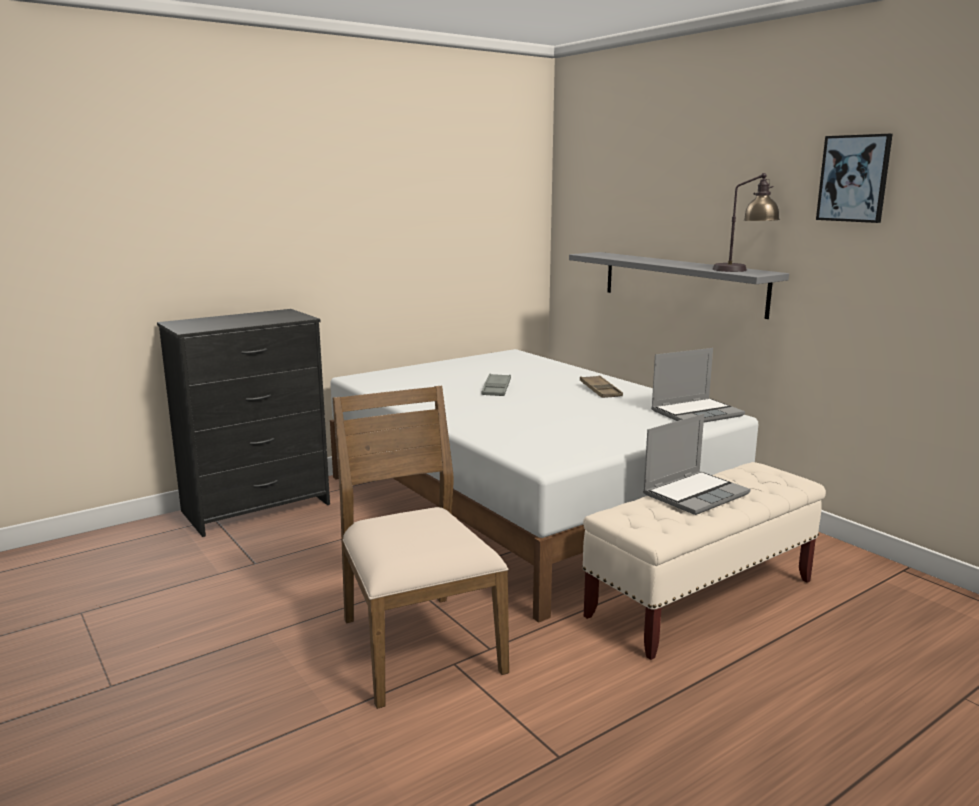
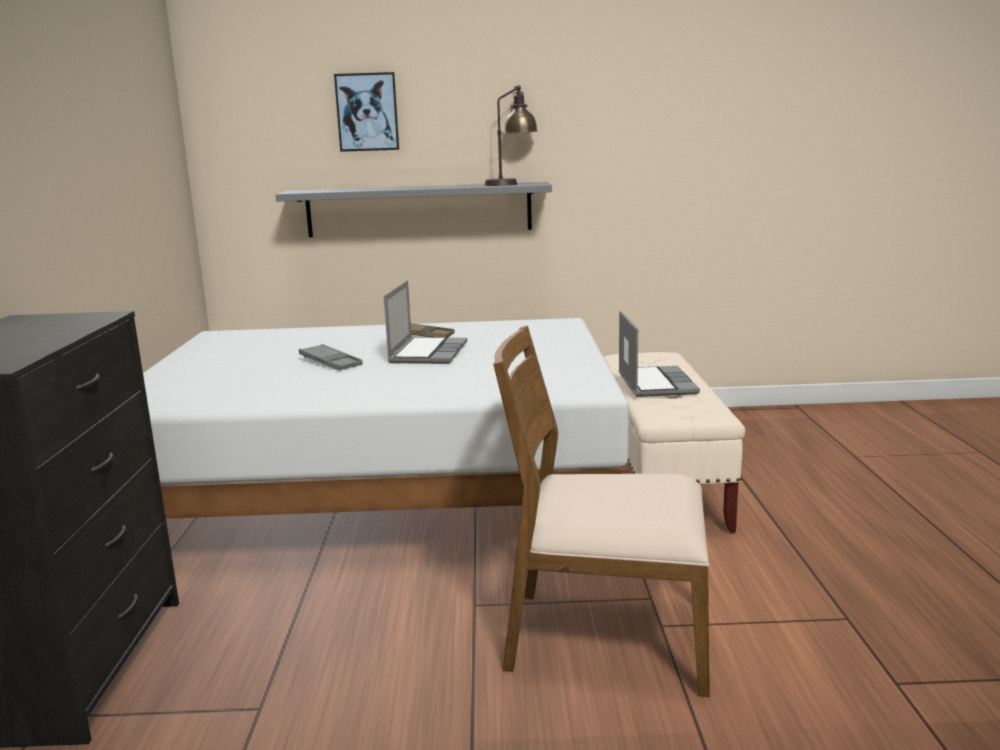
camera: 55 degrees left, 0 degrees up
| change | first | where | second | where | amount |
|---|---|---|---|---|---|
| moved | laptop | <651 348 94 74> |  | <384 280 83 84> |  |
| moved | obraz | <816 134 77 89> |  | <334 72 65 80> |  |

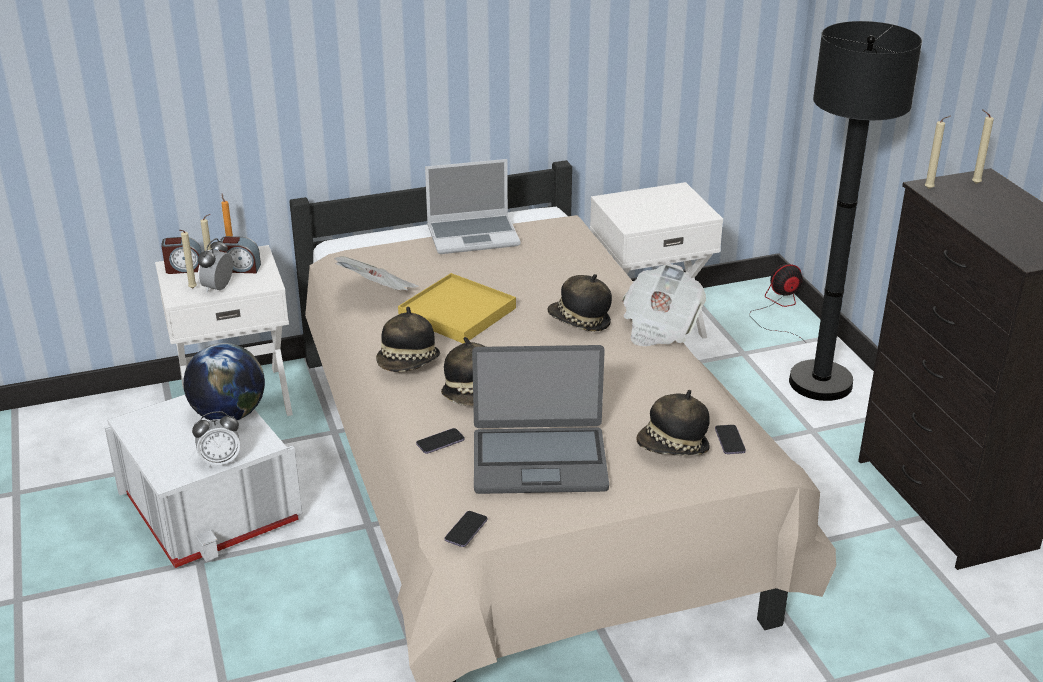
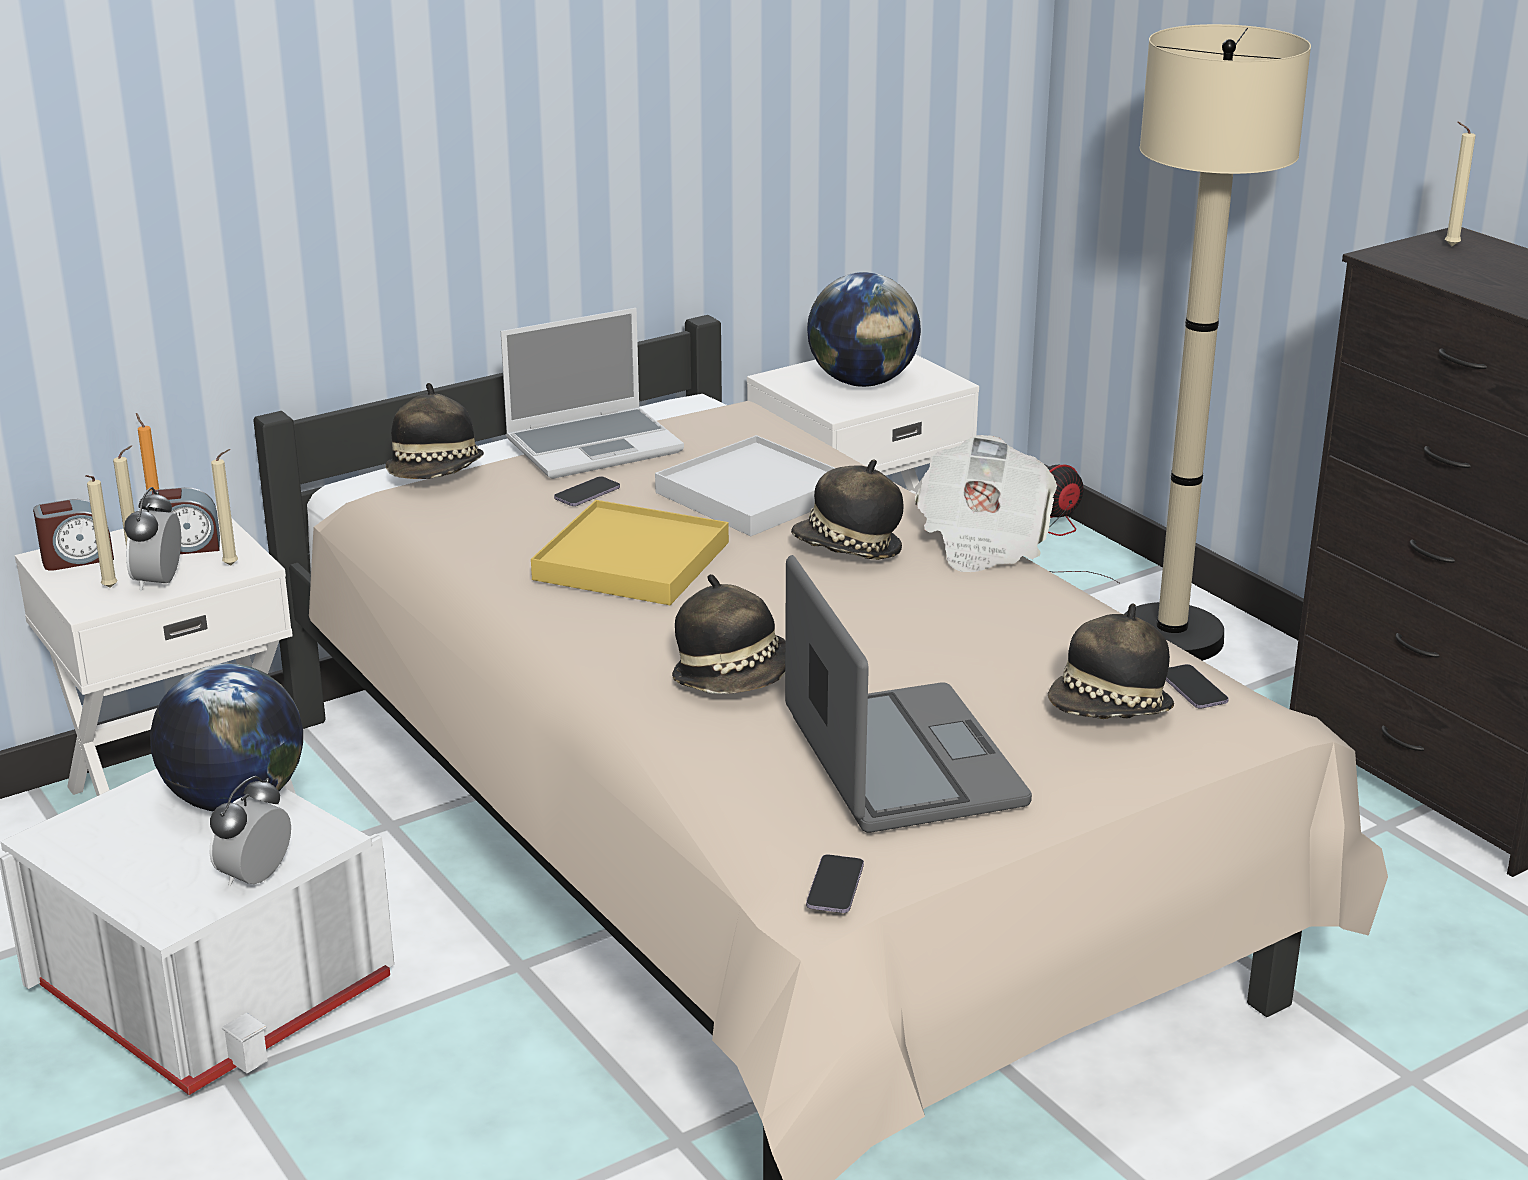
camera: 15 degrees left, 5 degrees down
| change | first | where | second | where | amount |
|---|---|---|---|---|---|
| removed | gazeta | <334 256 85 35> |  |  |  |
| added |  |  | taca [biały] | <655 435 180 101> |  |
| added |  |  | globus | <807 272 114 115> |  |
| moved | kapelusz | <376 307 64 65> |  | <386 383 98 96> |  |
| moved | telefon | <416 428 49 26> |  | <554 476 66 30> |  |
| moved | świeca [beżowy] | <925 116 25 73> |  | <211 449 27 116> |  |
| recoloured | lampa stojąca [czarny] | <789 21 133 380> | lampa stojąca [beżowy] | <1125 24 186 637> |  |
| turned | budzik | <192 411 48 57> |  | <210 776 81 110> | 150 degrees clockwise |
| turned | laptop | <472 345 137 149> |  | <785 555 247 278> | 90 degrees counterclockwise |

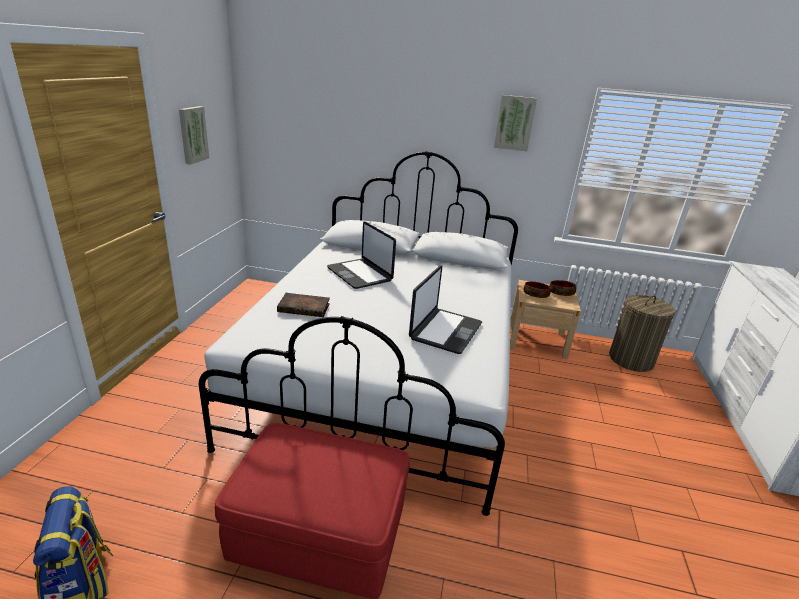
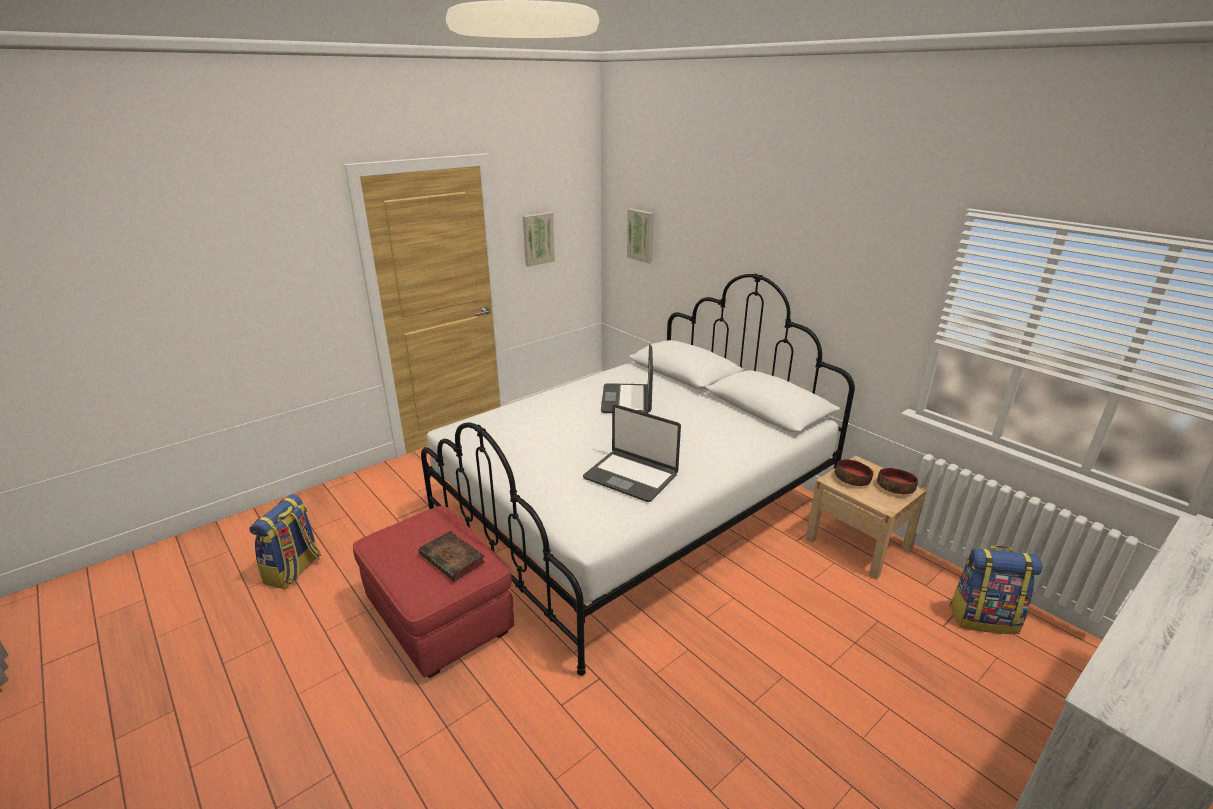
camera: 40 degrees right, 0 degrees up
| change | first | where | second | where | amount |
|---|---|---|---|---|---|
| moved | książka | <277 293 53 24> |  | <419 531 66 50> |  |
| moved | obraz | <494 95 43 56> |  | <627 209 27 54> |  |
| replaced | kosz na pranie | <609 295 66 77> | plecak | <950 545 92 89> |  |
| turned | laptop | <409 265 73 89> |  | <583 405 98 97> | 60 degrees clockwise |

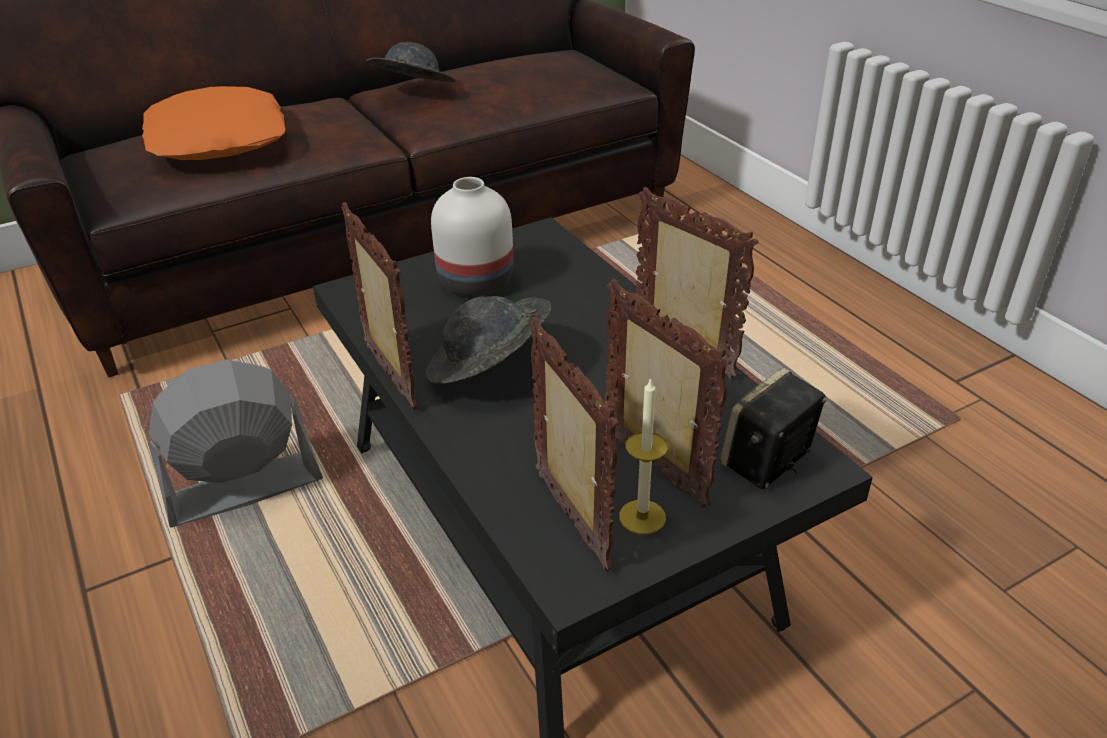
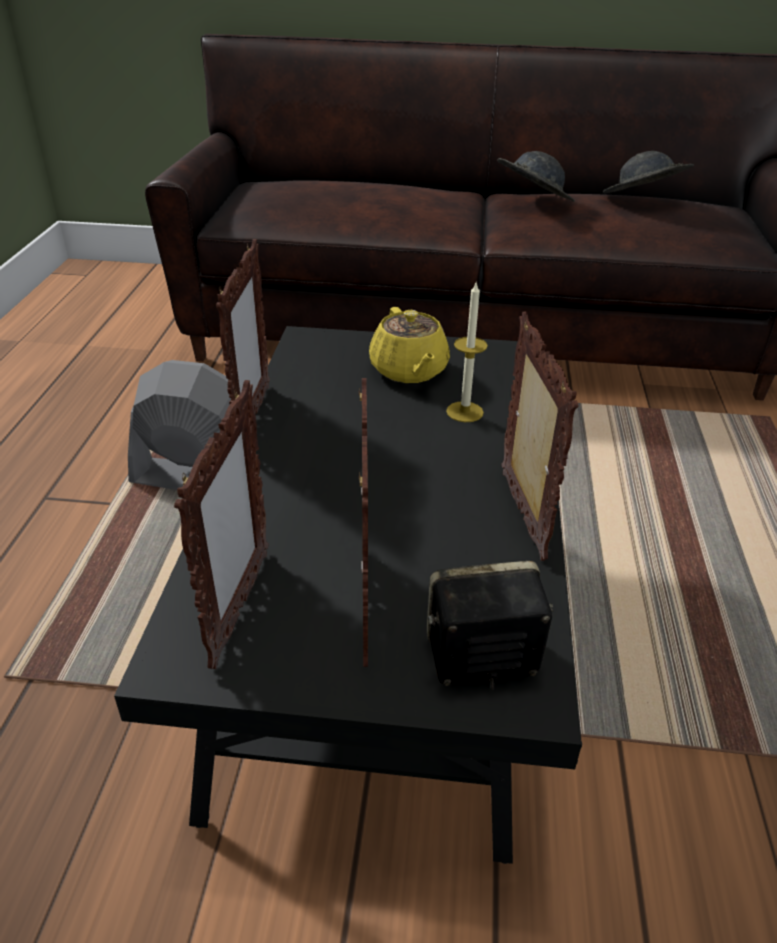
camera: 35 degrees right, 0 degrees up
| change | first | where | second | where | amount |
|---|---|---|---|---|---|
| removed | poduszka [pomarańczowy] | <142 86 143 74> |  |  |  |
| moved | kapelusz [szary] | <426 296 126 88> |  | <603 151 91 42> |  |
| moved | świeca | <619 377 49 158> |  | <446 281 42 141> |  |
| replaced | wazon [biały] | <431 177 82 120> | imbryk [żółty] | <369 307 81 76> |  |

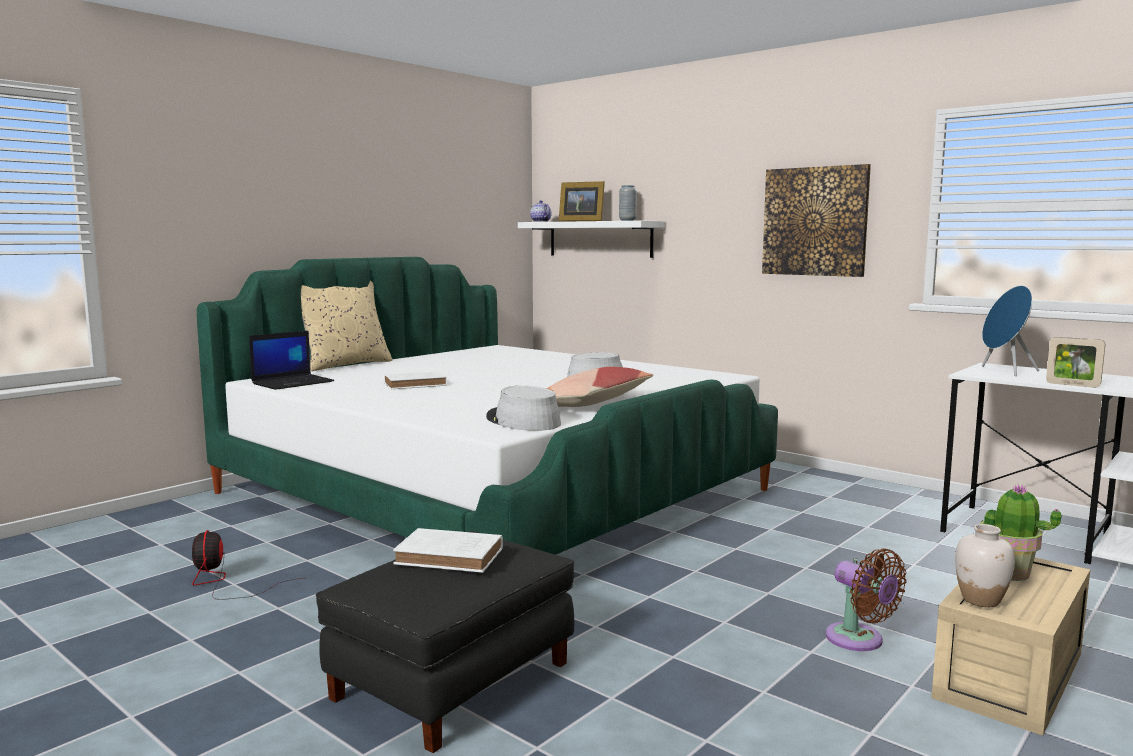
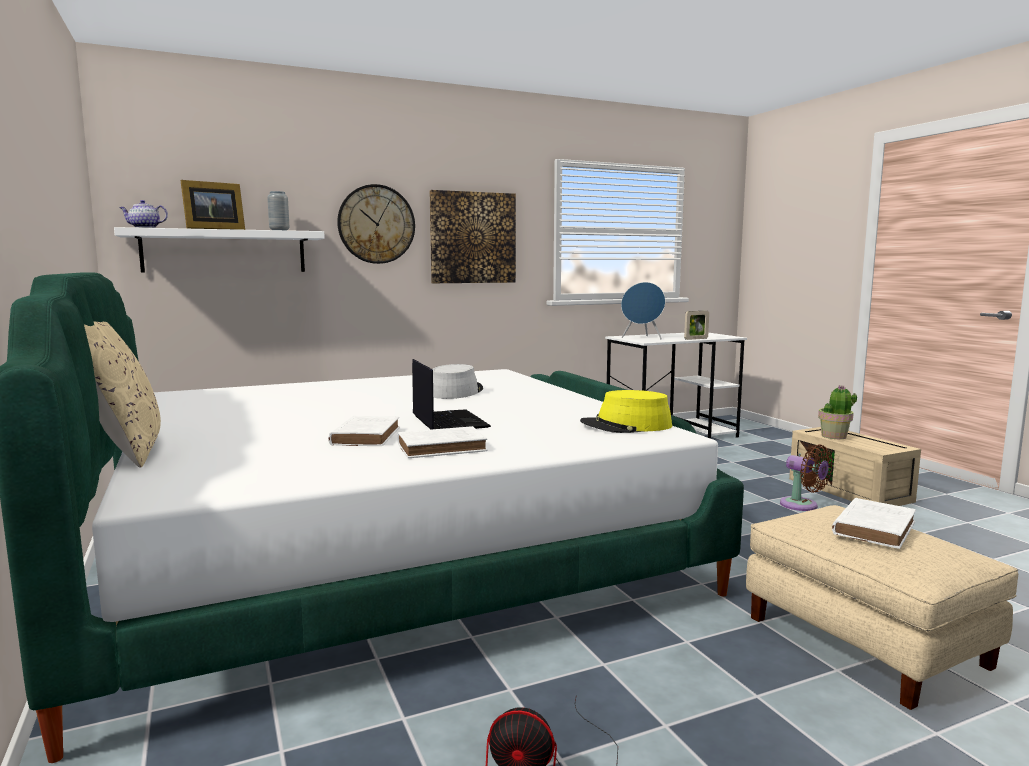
camera: 65 degrees left, 0 degrees up
| change | first | where | second | where | amount |
|---|---|---|---|---|---|
| removed | poduszka | <547 367 106 40> |  |  |  |
| removed | wazon [biały] | <955 524 60 83> |  |  |  |
| added |  |  | zegar ścienny | <337 184 78 80> |  |
| added |  |  | książka [biały] | <398 426 89 32> |  |
| moved | laptop | <249 331 85 59> |  | <412 359 79 71> |  |
| recoloured | pufa [czarny] | <316 531 258 222> | pufa [beżowy] | <746 505 272 205> |  |
| recoloured | kapelusz [szary] | <486 386 75 45> | kapelusz [żółty] | <580 390 92 43> |  |
| turned | wentylator [brązowy] | <825 548 81 103> |  | <780 444 53 67> | 60 degrees clockwise |

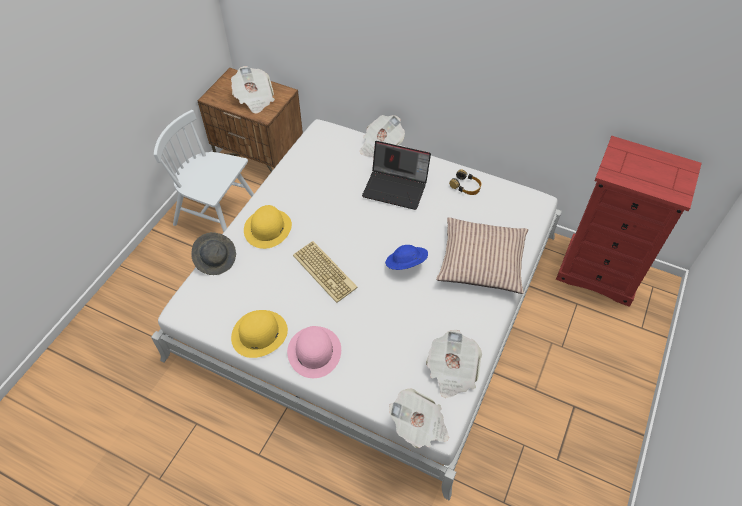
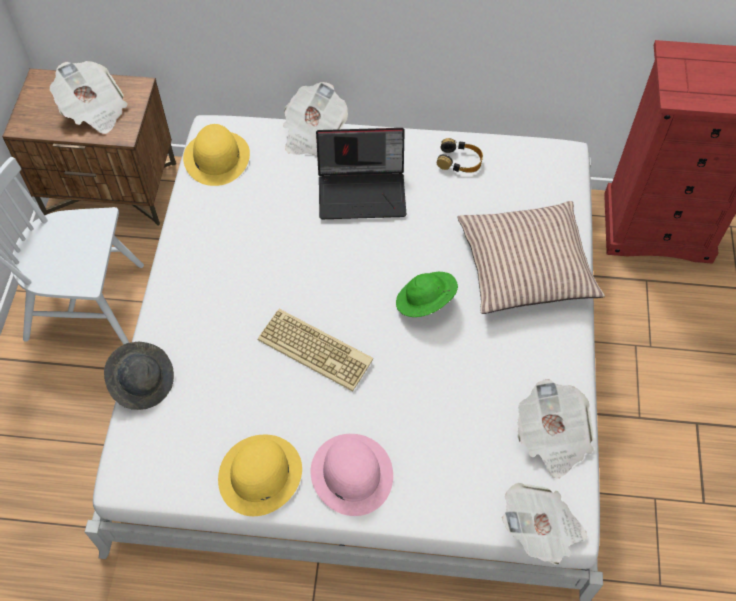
camera: 20 degrees left, 5 degrees up
| change | first | where | second | where | amount |
|---|---|---|---|---|---|
| moved | kapelusz [żółty] | <244 205 48 44> |  | <183 124 67 62> |  |
| recoloured | kapelusz [niebieski] | <385 245 43 25> | kapelusz [zielony] | <396 272 62 45> |  |

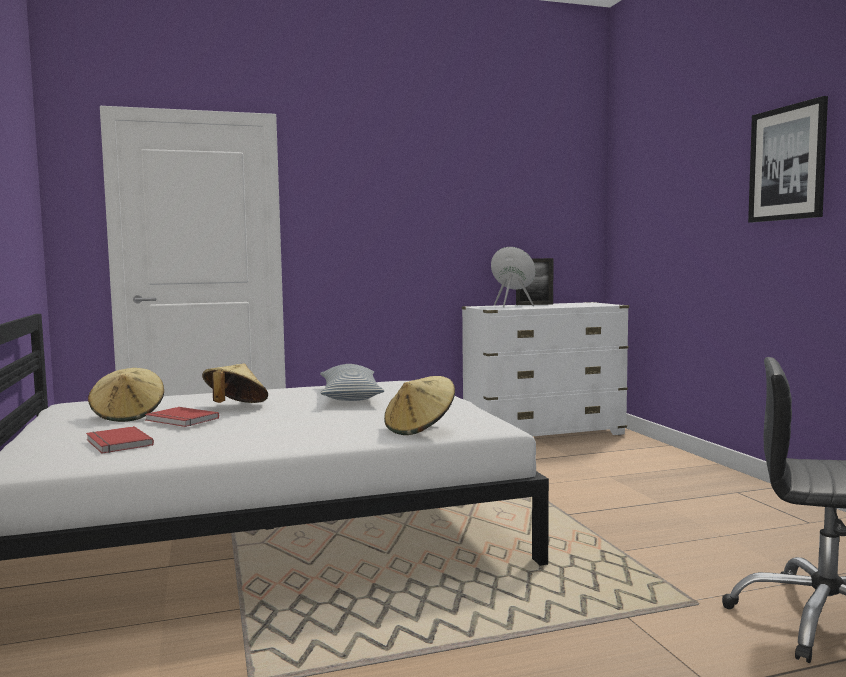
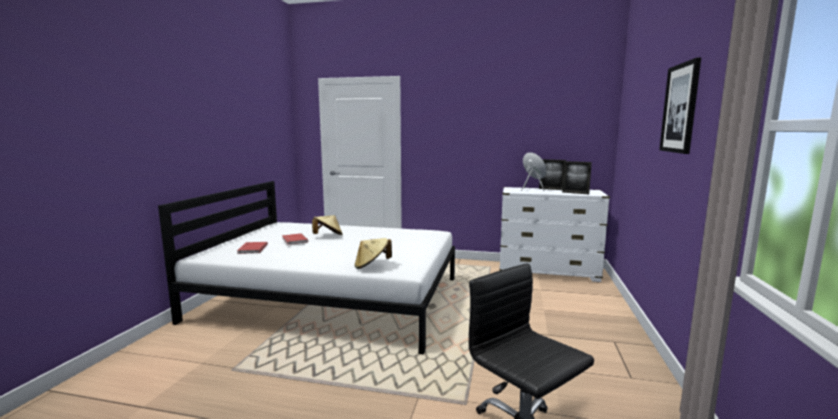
camera: 30 degrees right, 5 degrees up
| change | first | where | second | where | amount |
|---|---|---|---|---|---|
| removed | kapelusz [beżowy] | <88 368 76 54> |  |  |  |
| removed | poduszka | <320 364 64 37> |  |  |  |
| added |  |  | ramka na zdjęcie | <562 161 30 33> |  |

